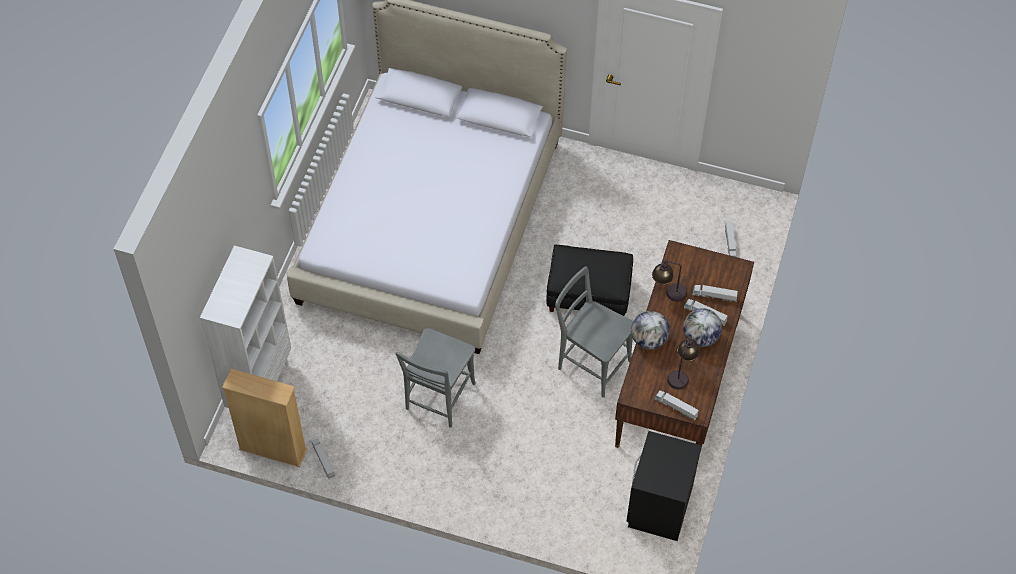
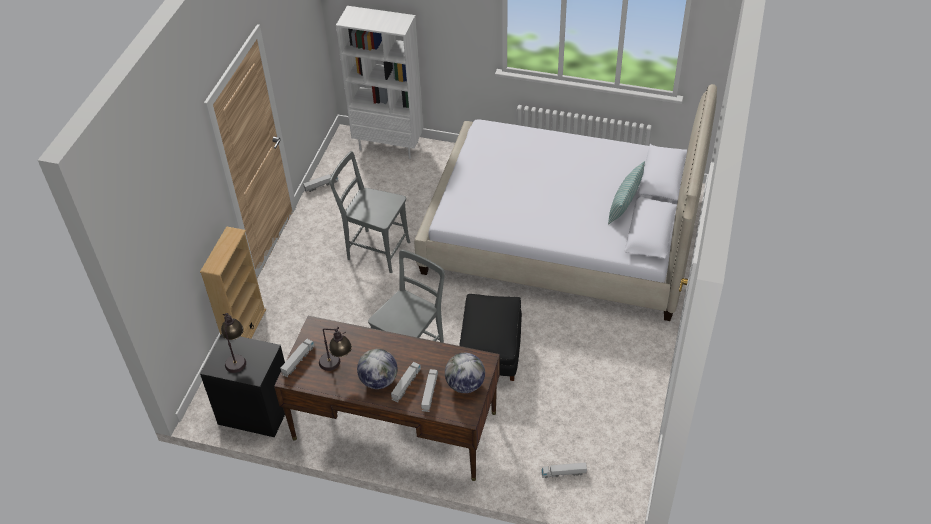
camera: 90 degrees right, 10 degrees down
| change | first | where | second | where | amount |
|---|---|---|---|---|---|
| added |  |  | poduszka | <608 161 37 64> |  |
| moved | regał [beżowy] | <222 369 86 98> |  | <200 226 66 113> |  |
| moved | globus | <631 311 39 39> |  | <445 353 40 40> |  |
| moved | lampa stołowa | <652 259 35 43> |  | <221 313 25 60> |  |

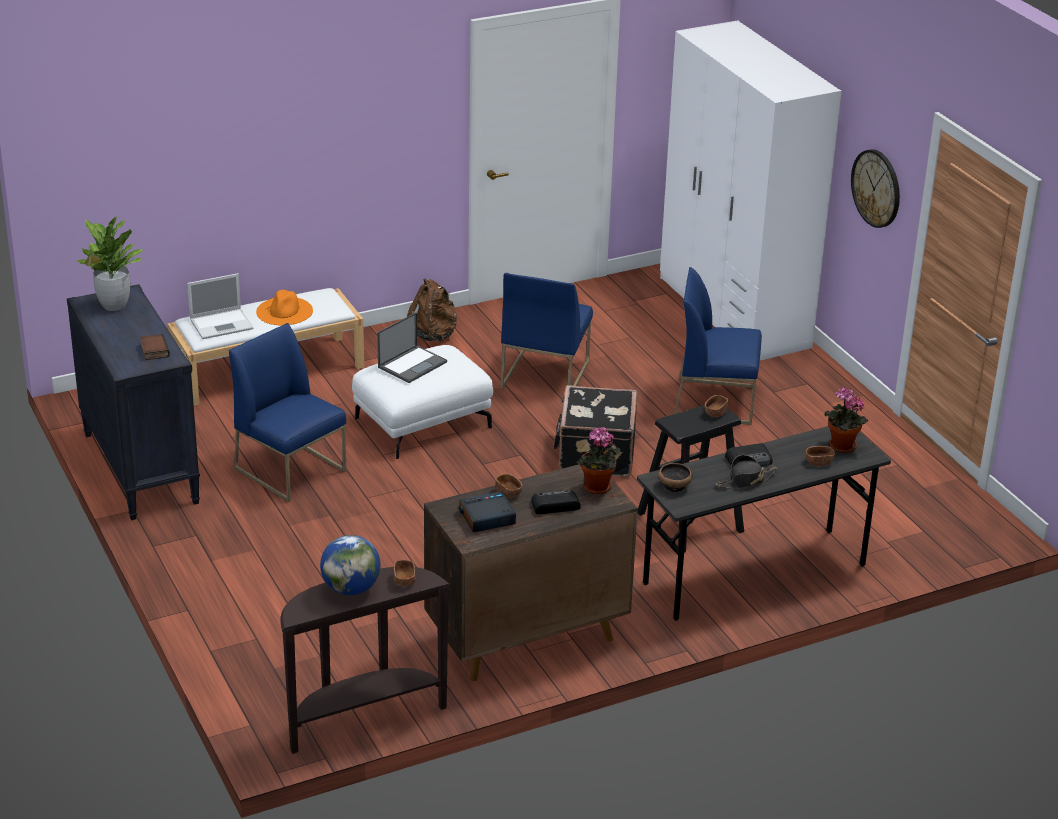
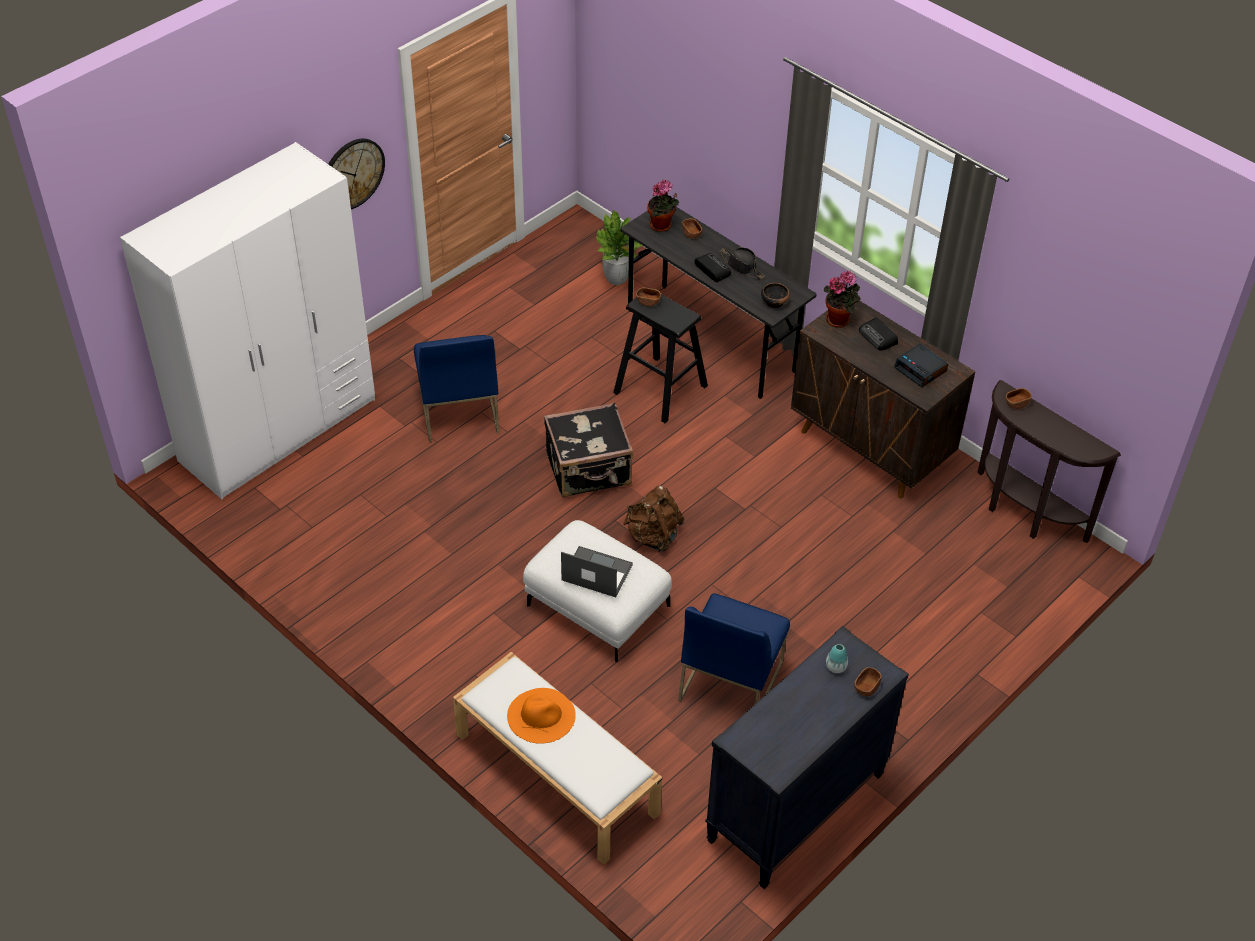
camera: 110 degrees left, 15 degrees up
| change | first | where | second | where | amount |
|---|---|---|---|---|---|
| removed | laptop | <187 273 66 66> |  |  |  |
| removed | globus | <320 535 60 60> |  |  |  |
| removed | krzesło [niebieski] | <500 273 93 116> |  |  |  |
| moved | roślina doniczkowa | <76 216 67 95> |  | <596 210 47 75> |  |
| moved | plecak [brązowy] | <407 278 50 64> |  | <623 486 61 67> |  |
| moved | miska [brązowy] | <495 474 27 24> |  | <855 667 27 29> |  |
| replaced | książka | <140 334 30 26> | wazon | <826 644 22 29> |  |

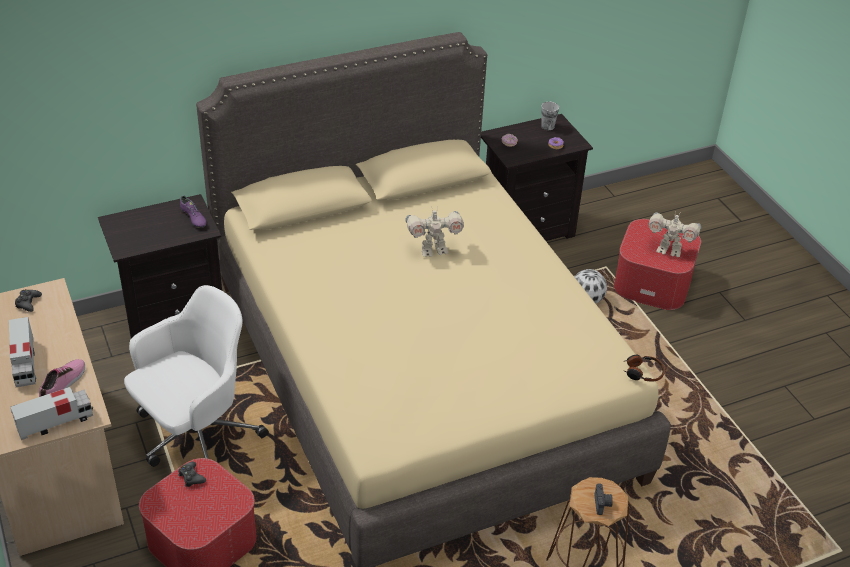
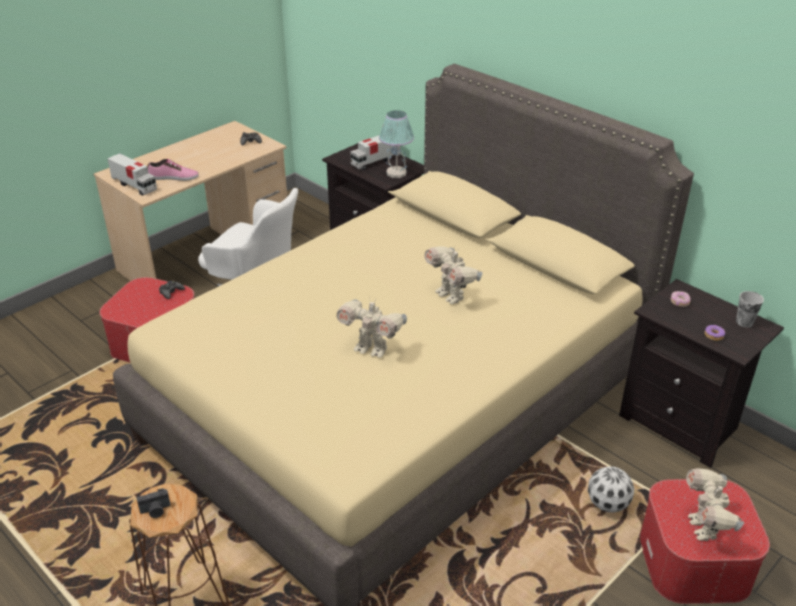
camera: 70 degrees right, 5 degrees down
| change | first | where | second | where | amount |
|---|---|---|---|---|---|
| removed | słuchawki | <623 355 42 27> |  |  |  |
| added |  |  | robot zabawkowy | <336 297 71 61> |  |
| moved | ciężarówka zabawkowa | <9 317 27 70> |  | <350 135 50 35> |  |
| replaced | but [fioletowy] | <180 196 27 32> | lampa stołowa | <379 110 35 68> |  |

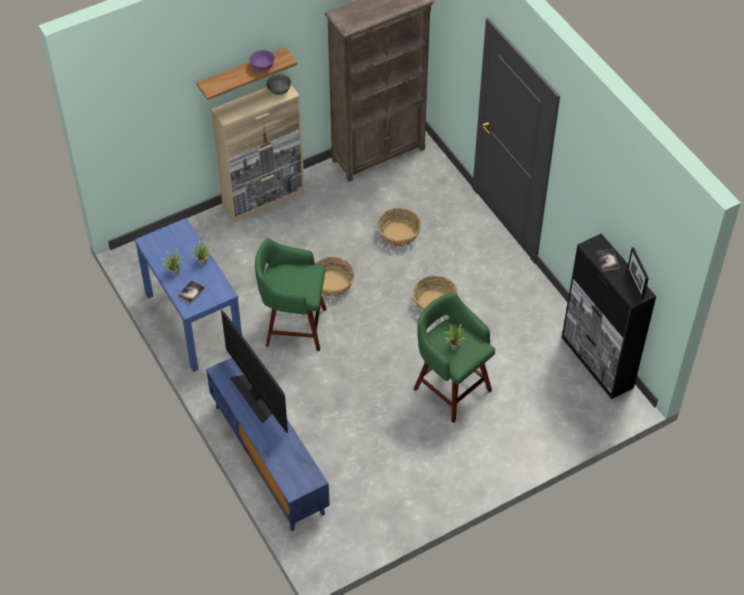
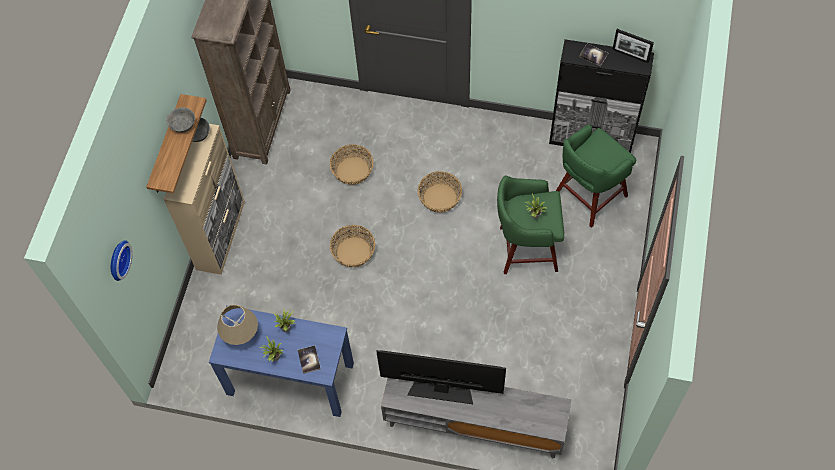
camera: 45 degrees left, 10 degrees up
| change | first | where | second | where | amount |
|---|---|---|---|---|---|
| added |  |  | zegar ścienny | <111 240 22 41> |  |
| added |  |  | lampa stołowa [beżowy] | <217 304 41 41> |  |
| moved | stołek [zielony] | <255 238 72 113> |  | <556 124 80 104> |  |
| recoloured | szafka pod telewizor [niebieski] | <206 357 124 174> | szafka pod telewizor [szary] | <381 378 190 80> |  |
| recoloured | miska [fioletowy] | <249 50 26 21> | miska [szary] | <166 107 29 26> |  |

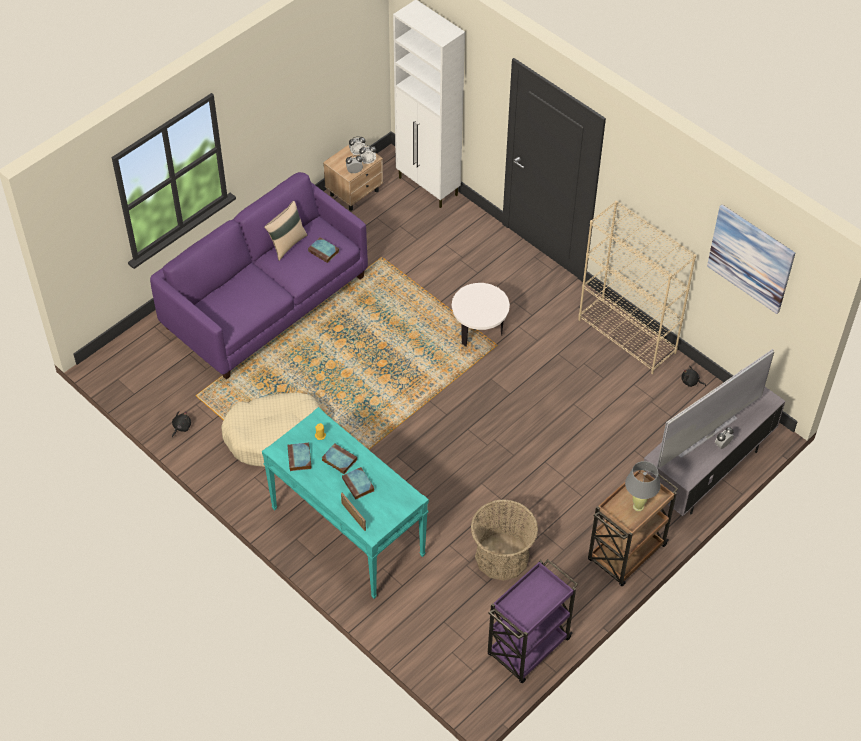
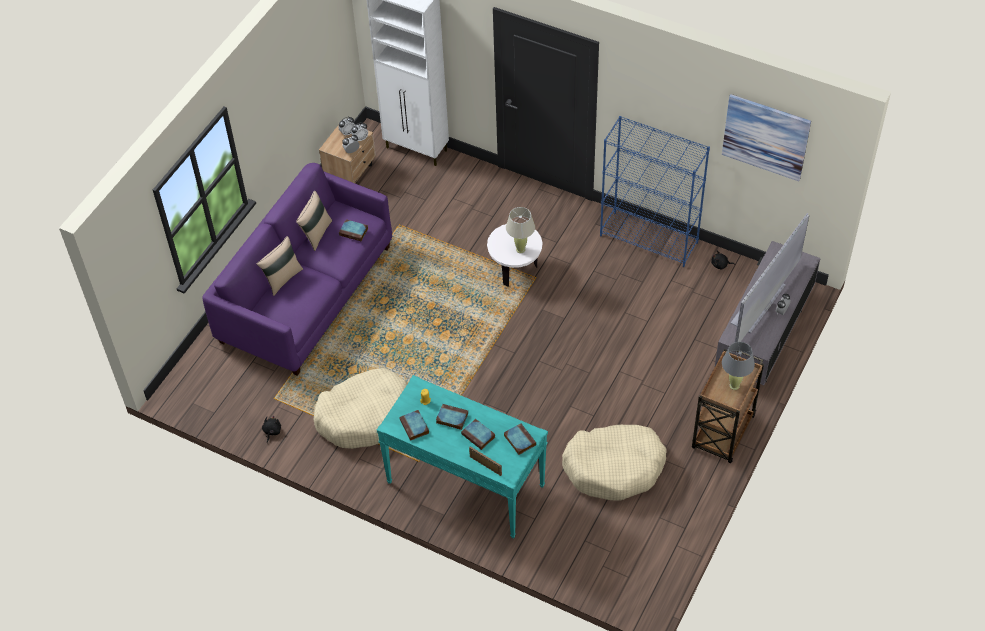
camera: 15 degrees left, 0 degrees up
| change | first | where | second | where | amount |
|---|---|---|---|---|---|
| removed | wózek [fioletowy] | <488 559 90 124> |  |  |  |
| added |  |  | poduszka [beżowy] | <257 236 46 60> |  |
| added |  |  | książka | <504 423 32 32> |  |
| added |  |  | lampa stołowa [beżowy] | <506 207 29 46> |  |
| replaced | koszyk | <471 499 67 82> | legowisko [beżowy] | <562 425 105 76> |  |
| recoloured | regał [beżowy] | <578 201 118 173> | regał [niebieski] | <600 116 110 151> |  |

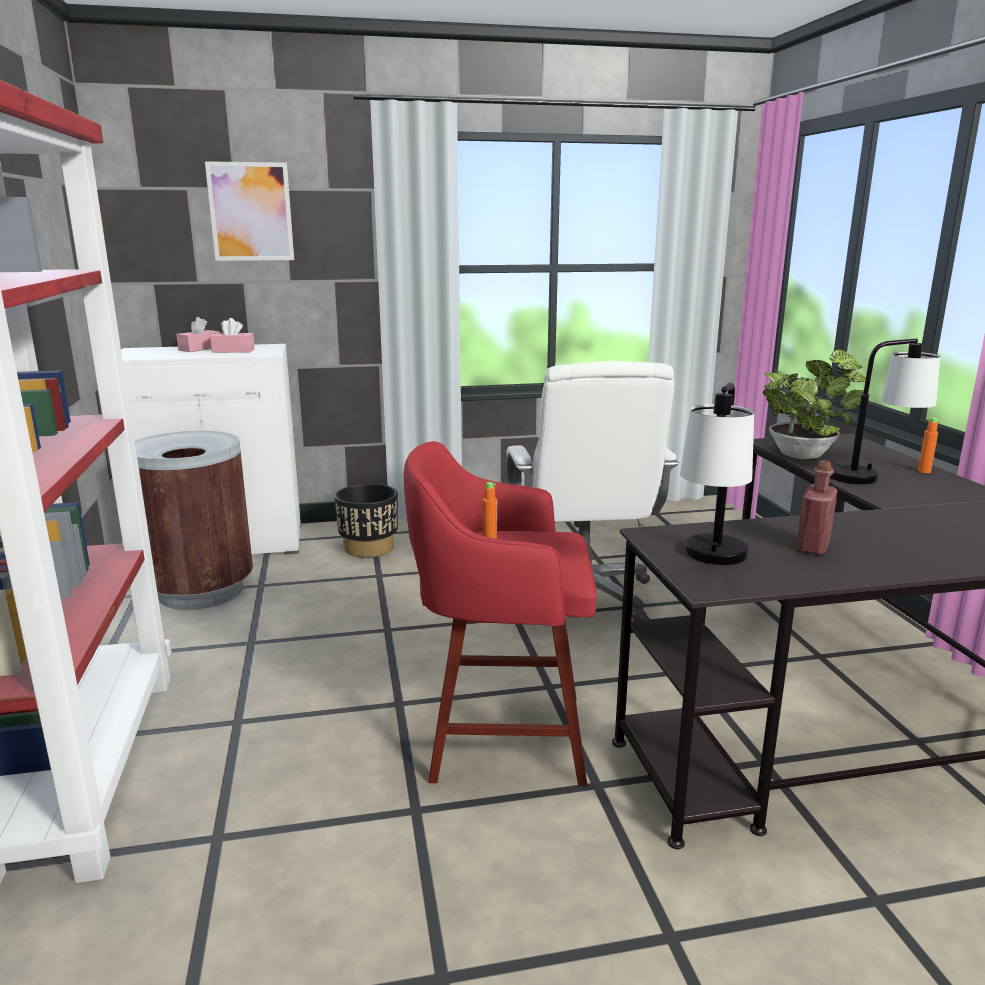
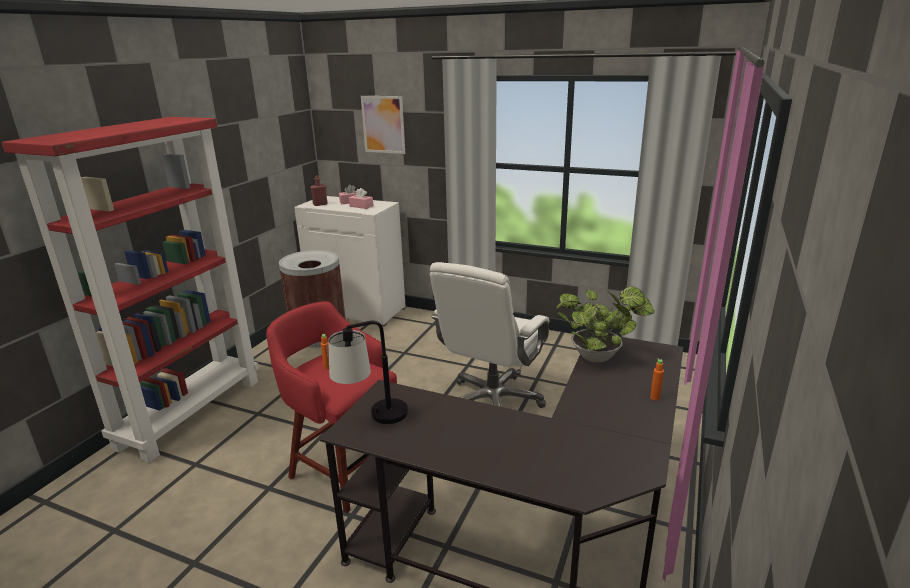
camera: 35 degrees right, 5 degrees up
| change | first | where | second | where | amount |
|---|---|---|---|---|---|
| removed | donica [czarny] | <335 484 63 74> |  |  |  |
| removed | lampa stołowa | <830 339 110 145> |  |  |  |
| moved | butelka [czerwony] | <796 460 41 95> |  | <310 175 17 31> |  |

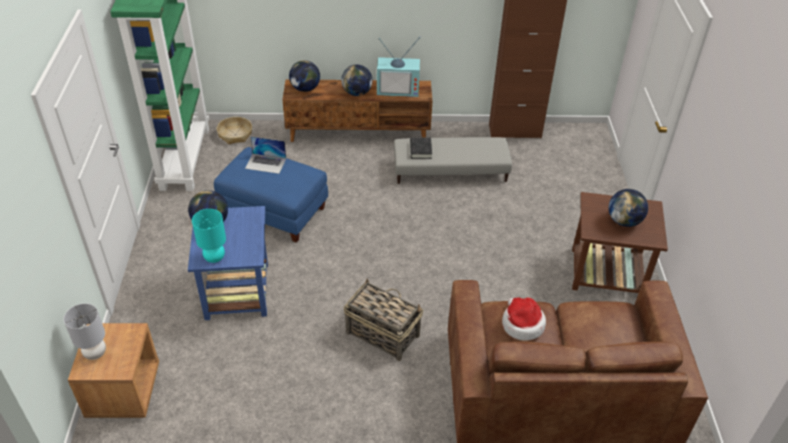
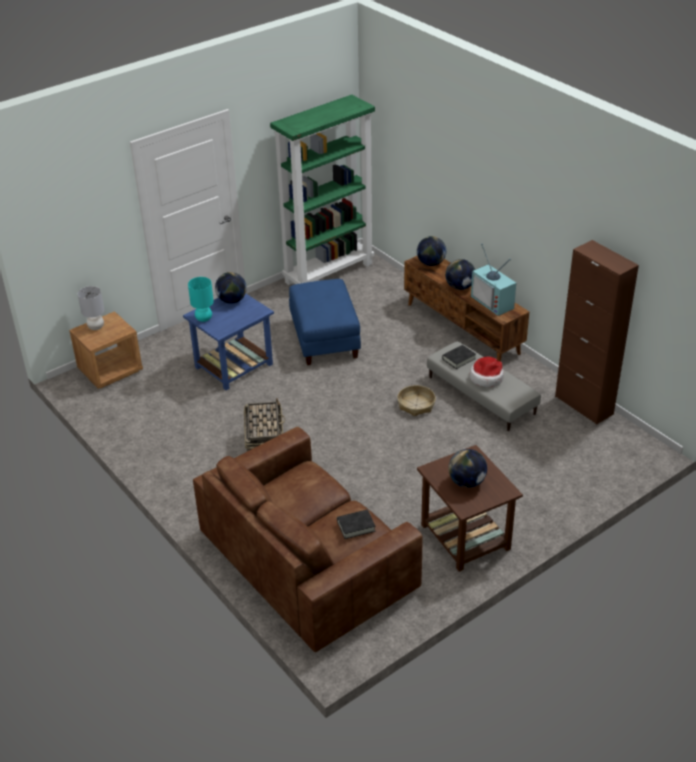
camera: 55 degrees right, 5 degrees down
| change | first | where | second | where | amount |
|---|---|---|---|---|---|
| removed | laptop | <245 136 41 38> |  |  |  |
| added |  |  | książka [czarny] | <337 509 39 30> |  |
| moved | koszyk | <216 117 36 27> |  | <397 385 39 31> |  |
| moved | kapelusz | <502 298 44 43> |  | <470 357 34 30> |  |

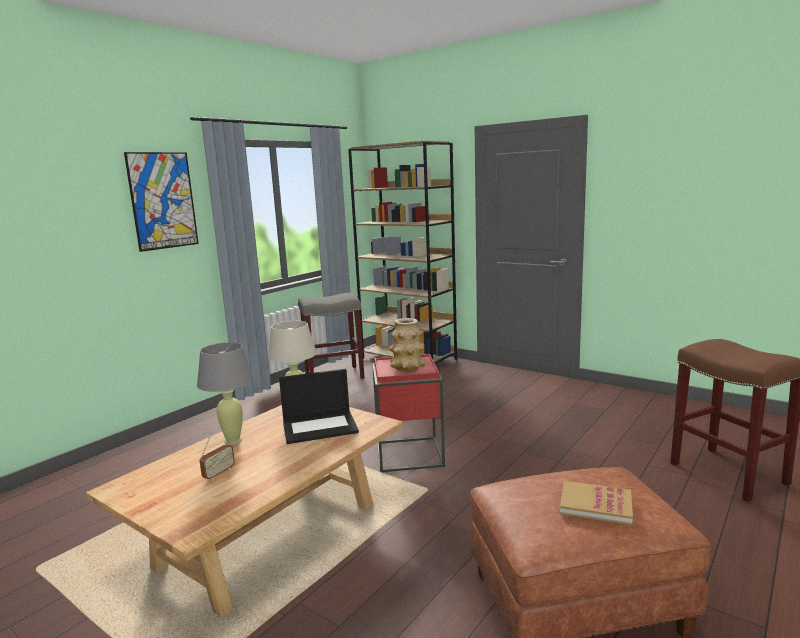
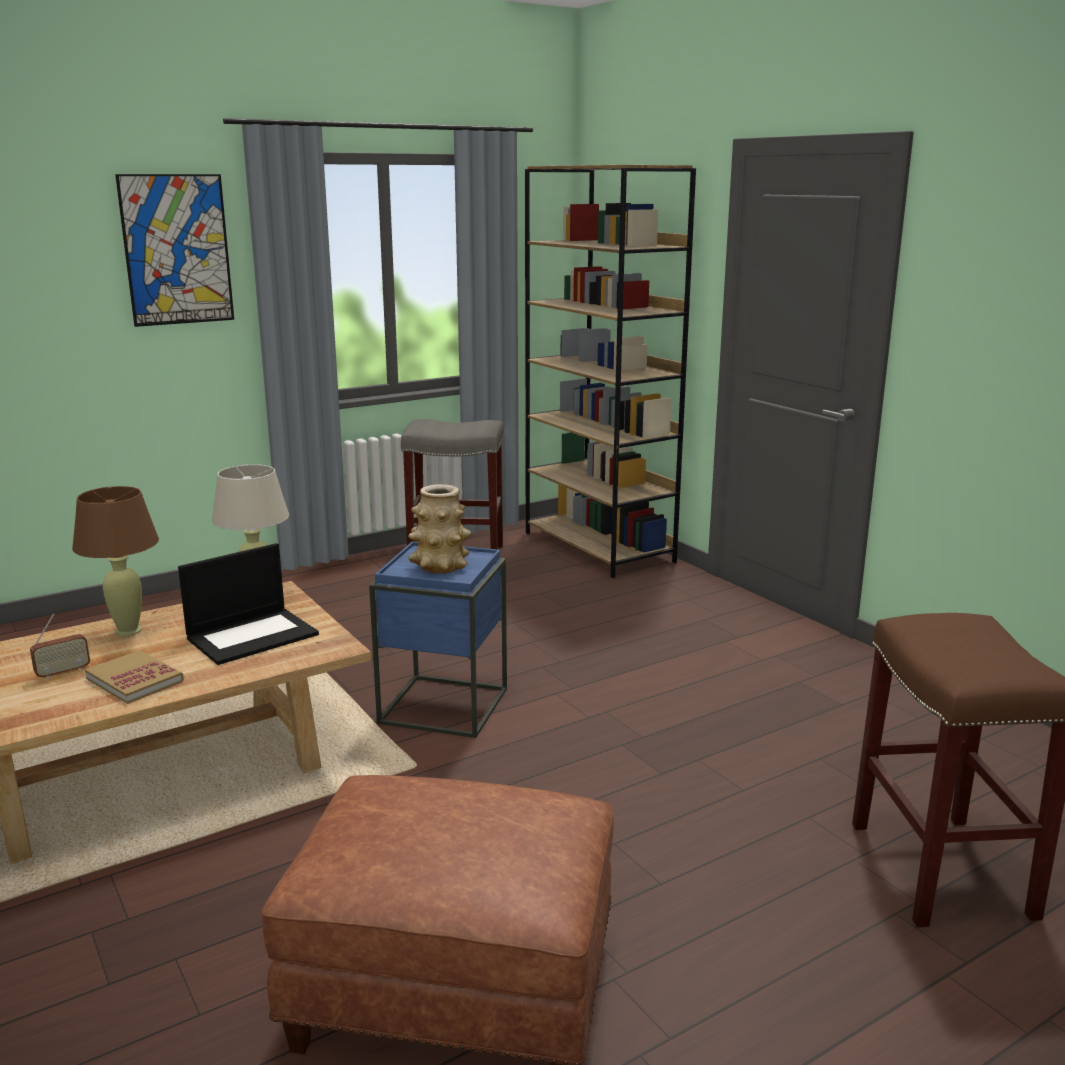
camera: 20 degrees right, 5 degrees up
| change | first | where | second | where | amount |
|---|---|---|---|---|---|
| moved | książka | <560 481 73 44> |  | <85 650 99 54> |  |
| recoloured | lampa stołowa [szary] | <197 342 57 103> | lampa stołowa [brązowy] | <72 486 87 150> |  |
| recoloured | stolik [czerwony] | <372 354 73 118> | stolik [niebieski] | <369 542 138 196> |  |
| turned | laptop | <279 369 80 75> |  | <178 543 141 122> | 45 degrees counterclockwise |

